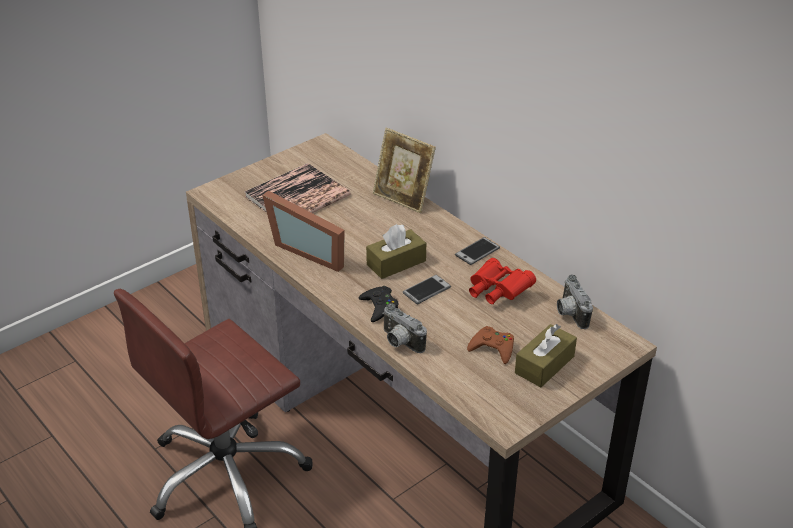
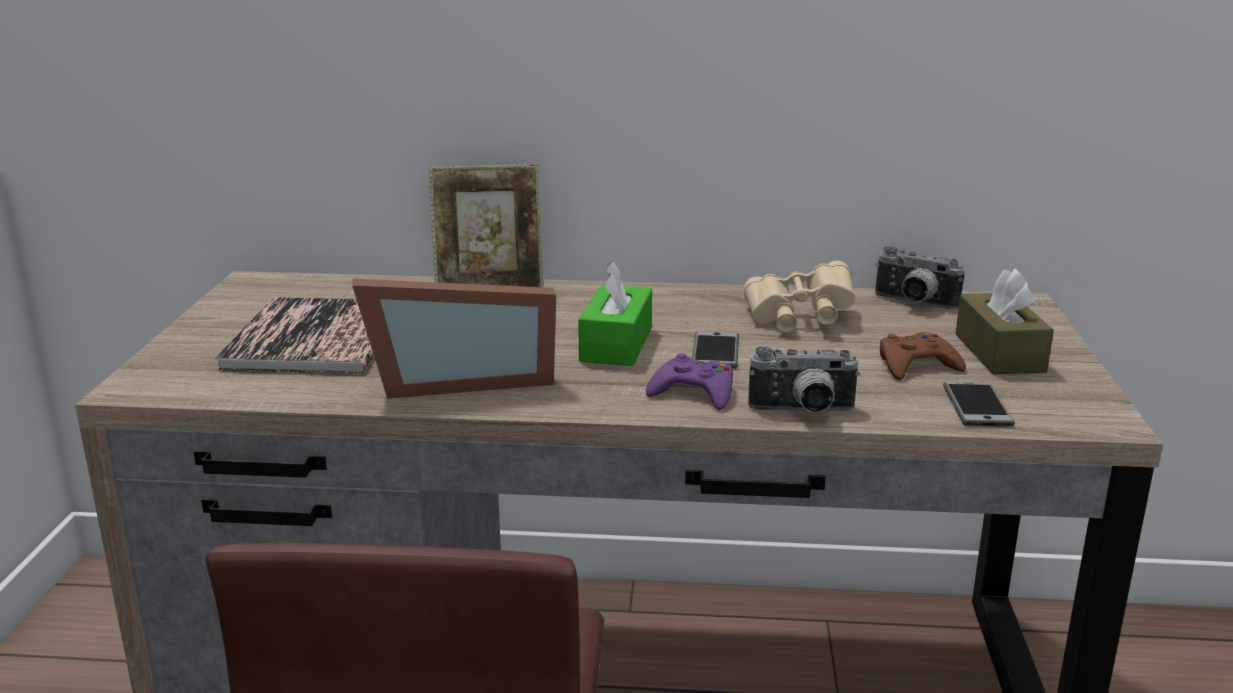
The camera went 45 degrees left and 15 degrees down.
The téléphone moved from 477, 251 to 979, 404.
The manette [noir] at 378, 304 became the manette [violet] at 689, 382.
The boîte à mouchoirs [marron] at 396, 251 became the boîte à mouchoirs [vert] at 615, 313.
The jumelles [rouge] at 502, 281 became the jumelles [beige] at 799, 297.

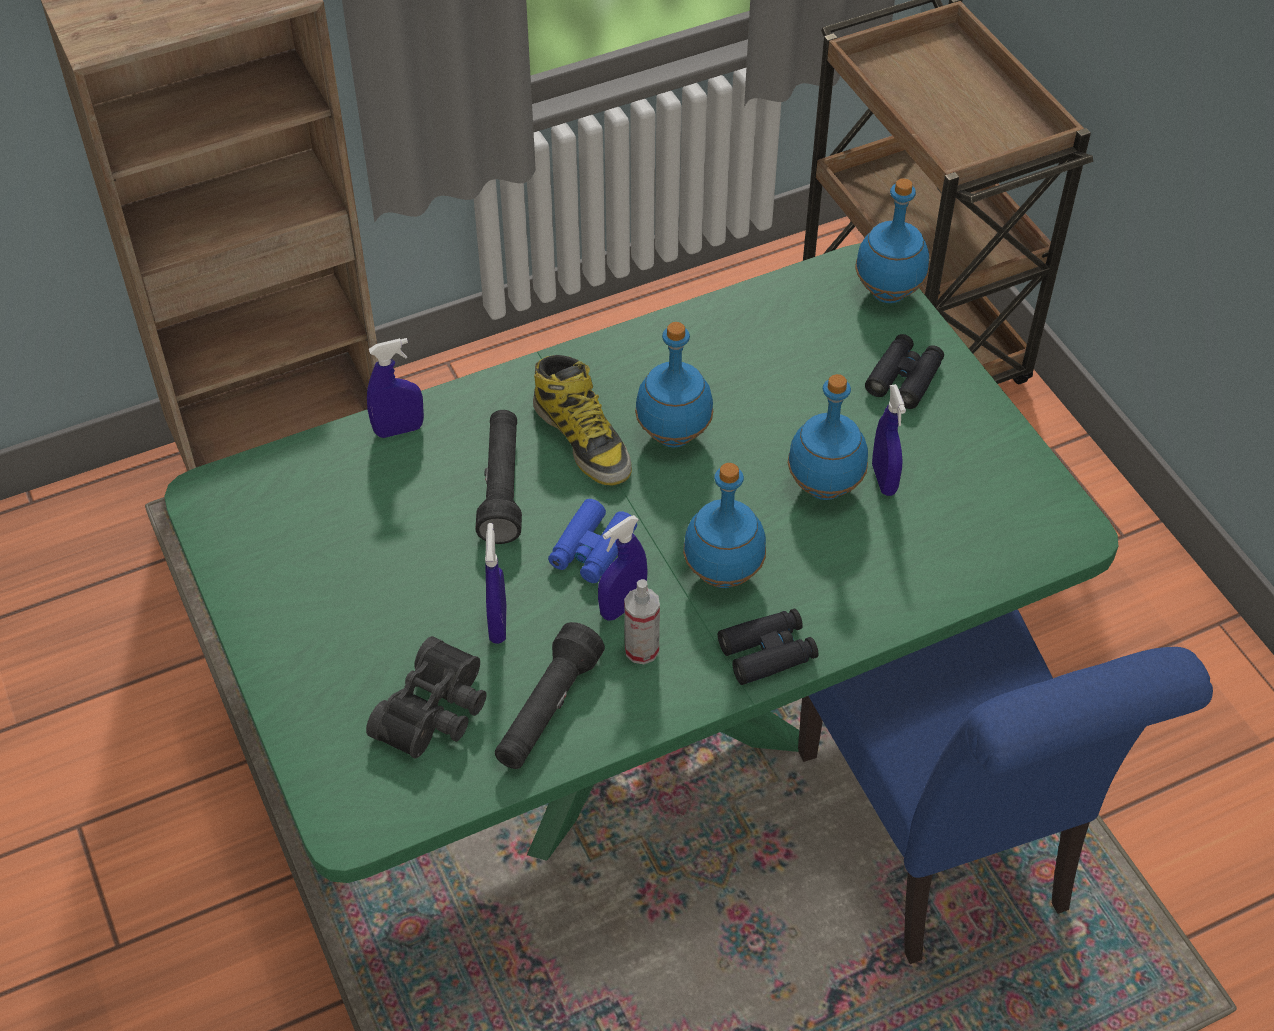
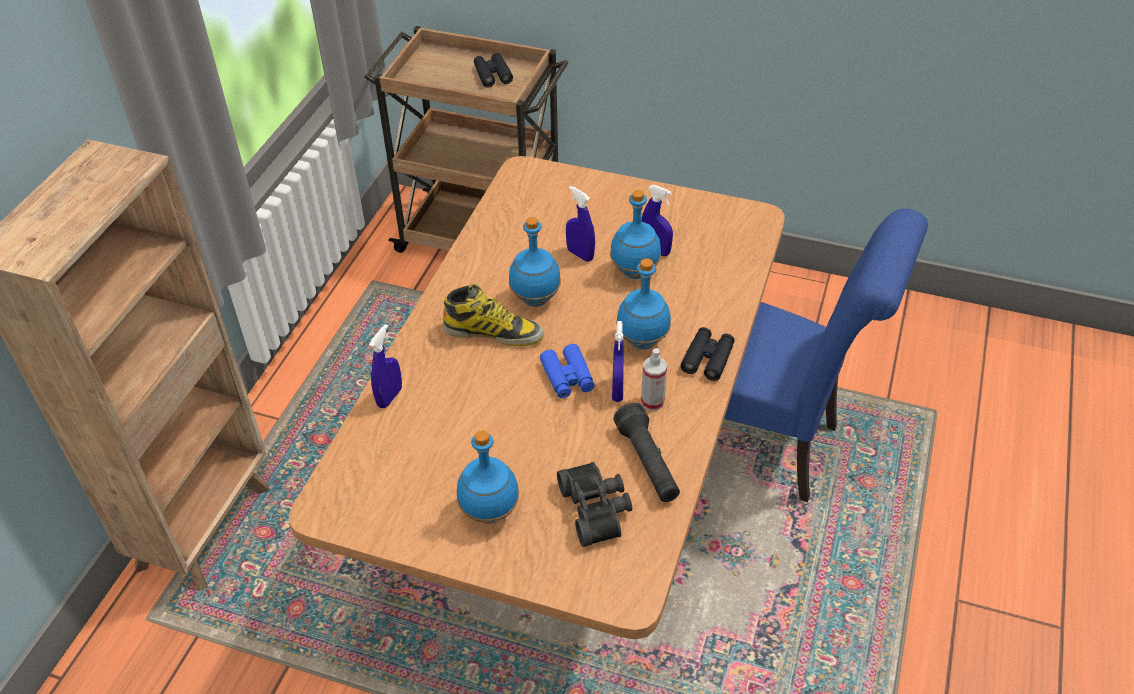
The camera went 45 degrees left and 5 degrees down.
The lampe de poche [noir] at 498, 477 disappeared.
The vaporisateur [bleu] moved from 495, 583 to 580, 224.
The bouteille [bleu] moved from 892, 240 to 488, 477.
The jumelles [noir] moved from 904, 371 to 493, 70.
The table à manger [vert] at 641, 563 became the table à manger [marron] at 537, 397.

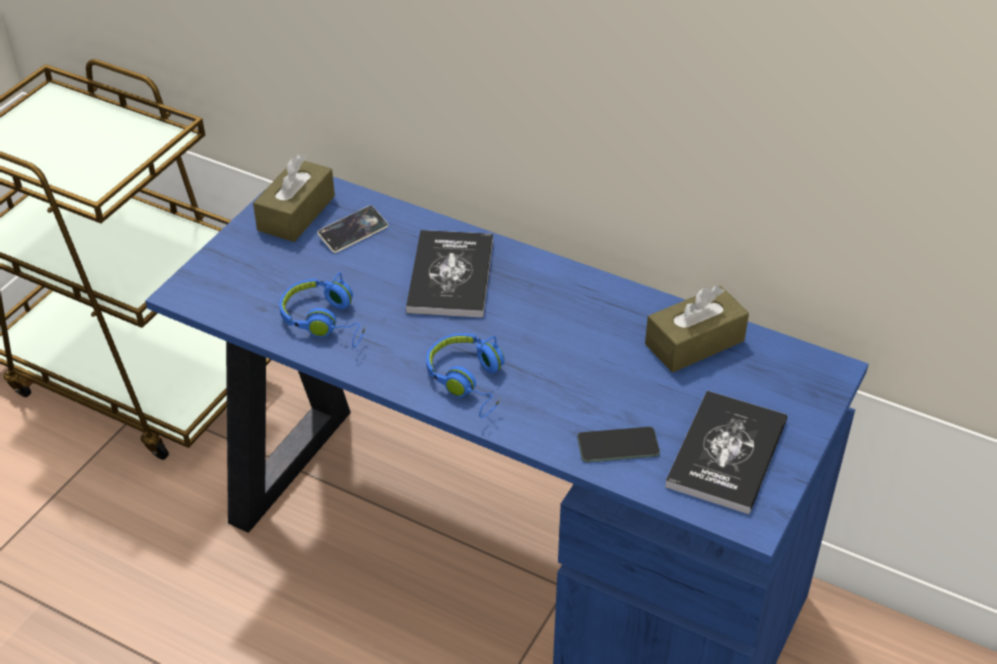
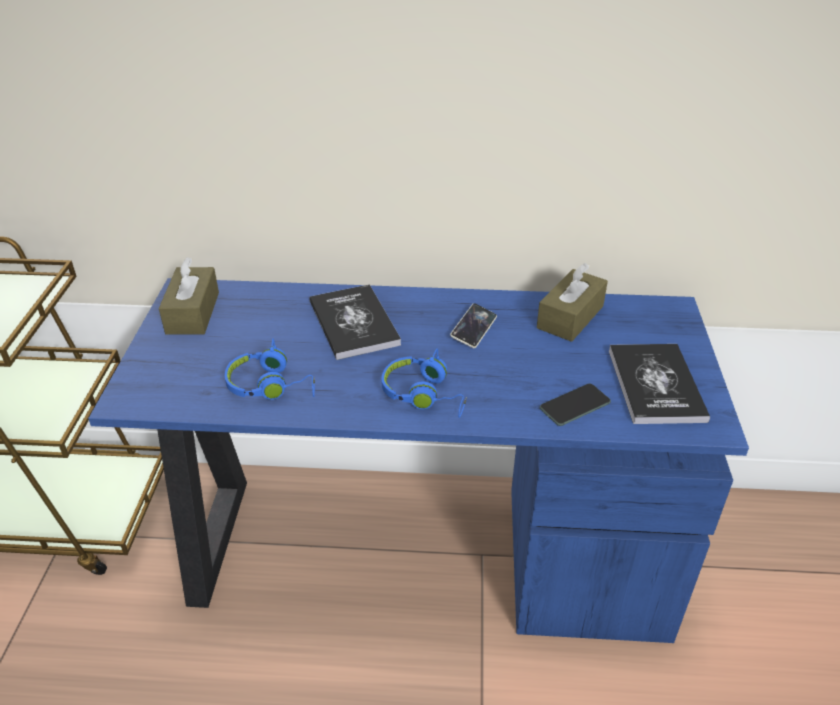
The camera went 25 degrees left and 5 degrees down.
The téléphone moved from 352, 229 to 473, 325.

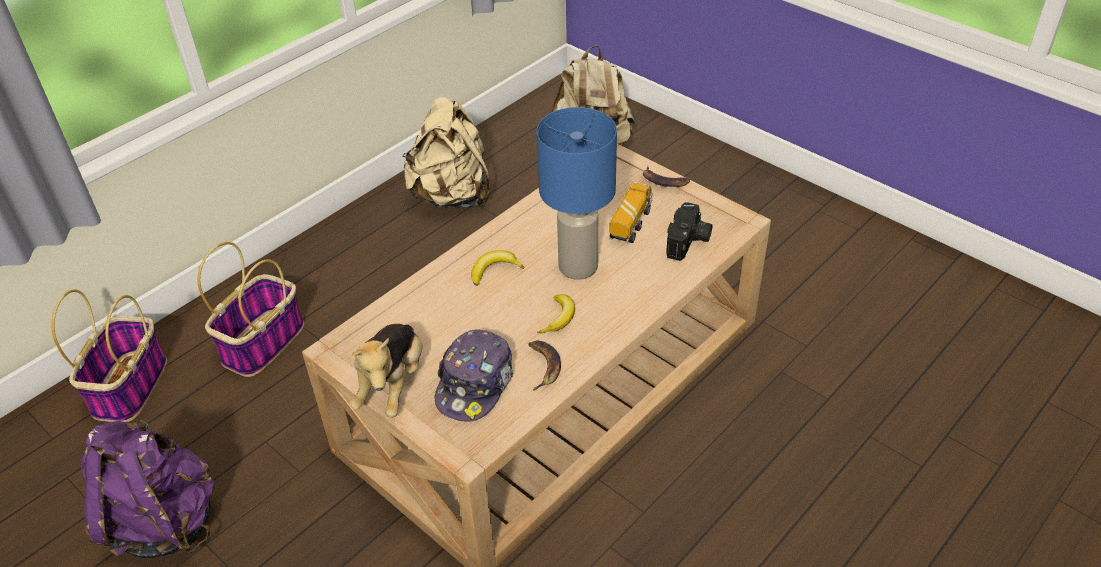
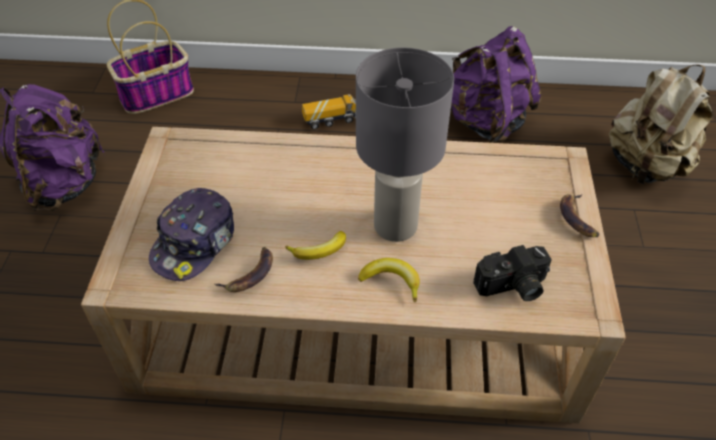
The camera went 50 degrees right and 5 degrees up.
The panier at 250, 309 disappeared.
The peluche at 387, 371 disappeared.
The banane moved from 498, 268 to 389, 280.
The camion jouet moved from 631, 212 to 329, 112.
The sac à dos [beige] at 445, 152 became the sac à dos [violet] at 496, 84.
The lampe de table [bleu] at 577, 193 became the lampe de table [gris] at 405, 144.
The casquette at 474, 376 turned 45 degrees counterclockwise.

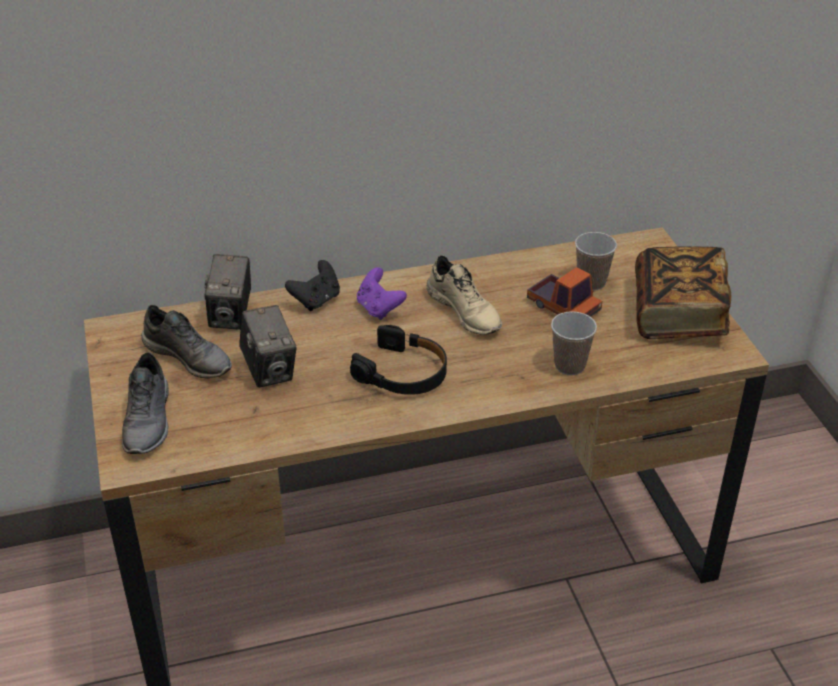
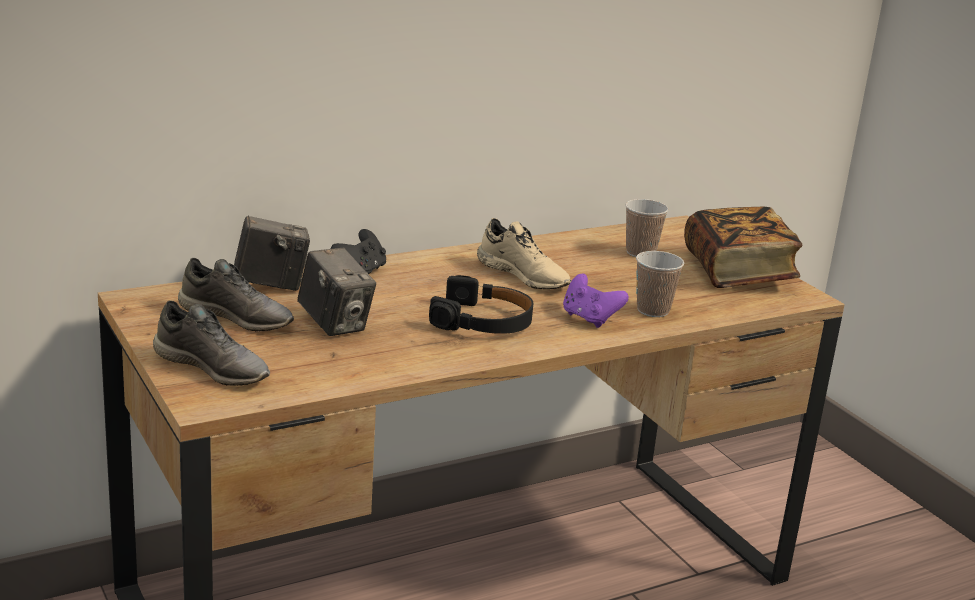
The camera went 15 degrees left and 15 degrees down.
The camion jouet at 564, 292 disappeared.
The manette [violet] moved from 382, 293 to 596, 301.
The chaussure [gris] at 145, 403 turned 45 degrees counterclockwise.
The appareil photo at 227, 292 turned 90 degrees counterclockwise.

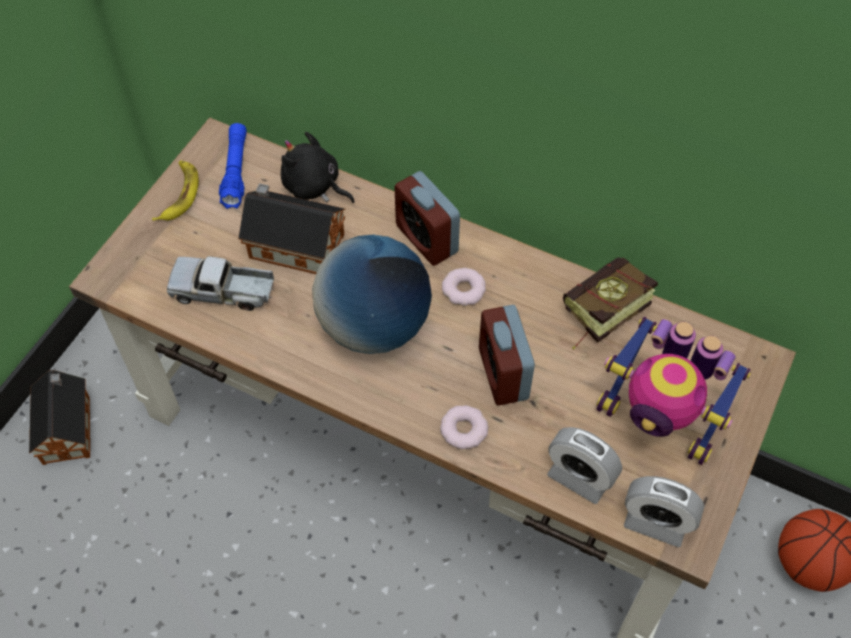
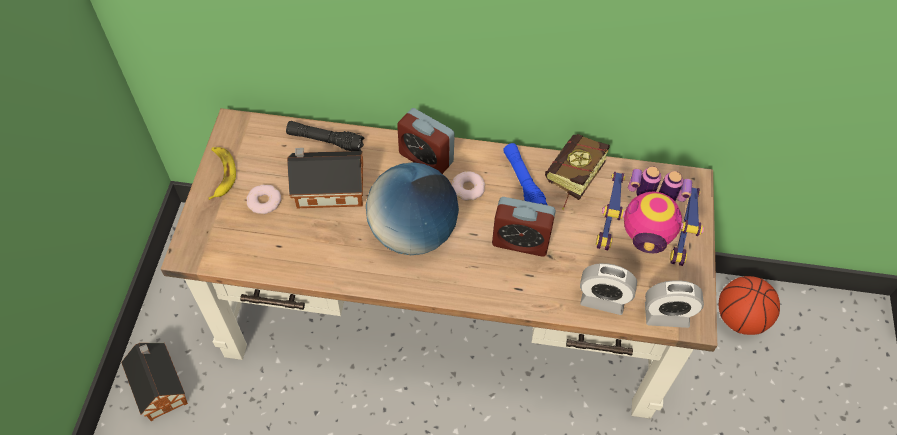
The camera went 20 degrees left and 0 degrees up.
The camion jouet at 220, 283 disappeared.
The lampe de poche [bleu] moved from 233, 166 to 525, 174.
The beignet moved from 464, 427 to 263, 199.
The peluche [noir] at 318, 167 was replaced by the lampe de poche [noir] at 325, 136.
The réveil at 507, 355 turned 45 degrees counterclockwise.

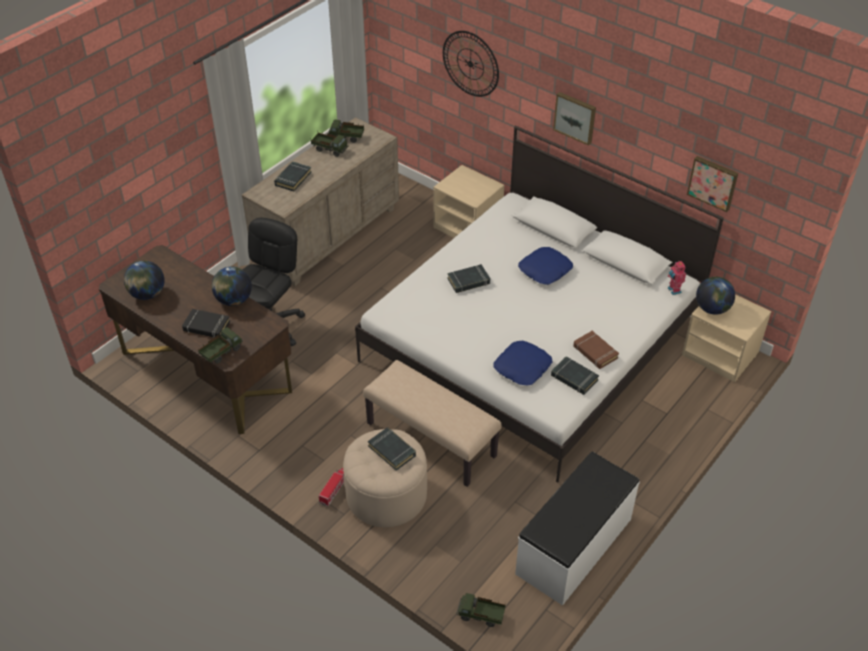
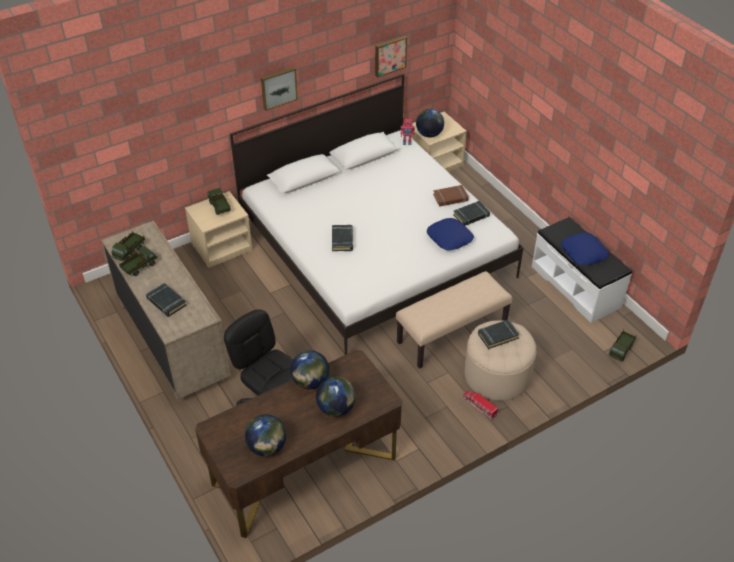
The camera went 70 degrees left and 0 degrees up.
The horloge murale at 471, 64 disappeared.
The camion jouet moved from 220, 345 to 219, 201.
The coussin [bleu] moved from 545, 266 to 585, 249.
The livre [noir] at 206, 323 was replaced by the globe at 336, 396.

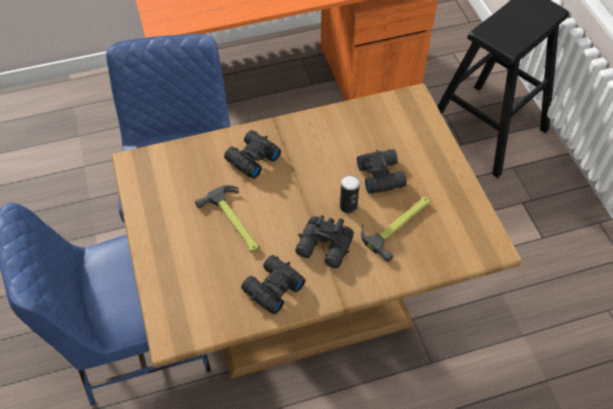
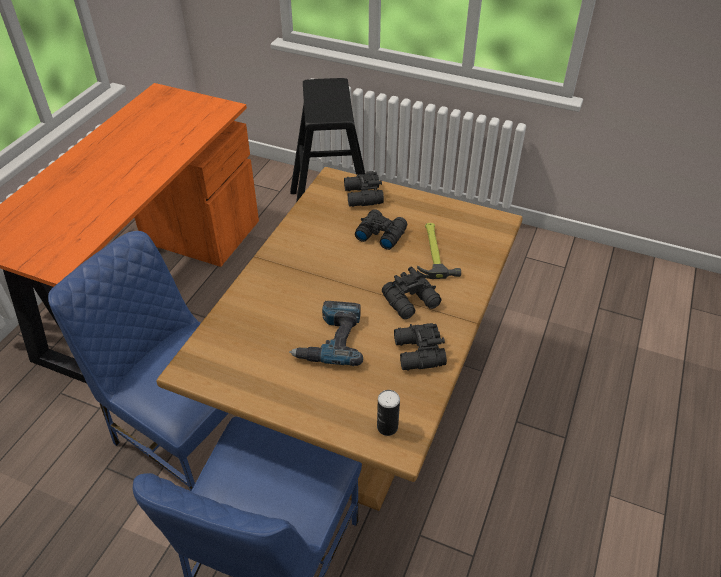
The camera went 50 degrees left and 10 degrees down.
The jumelles [noir] moved from 252, 154 to 364, 189.
The boîte métallique moved from 350, 194 to 388, 413.
The marteau at 227, 219 was replaced by the perceuse at 326, 333.

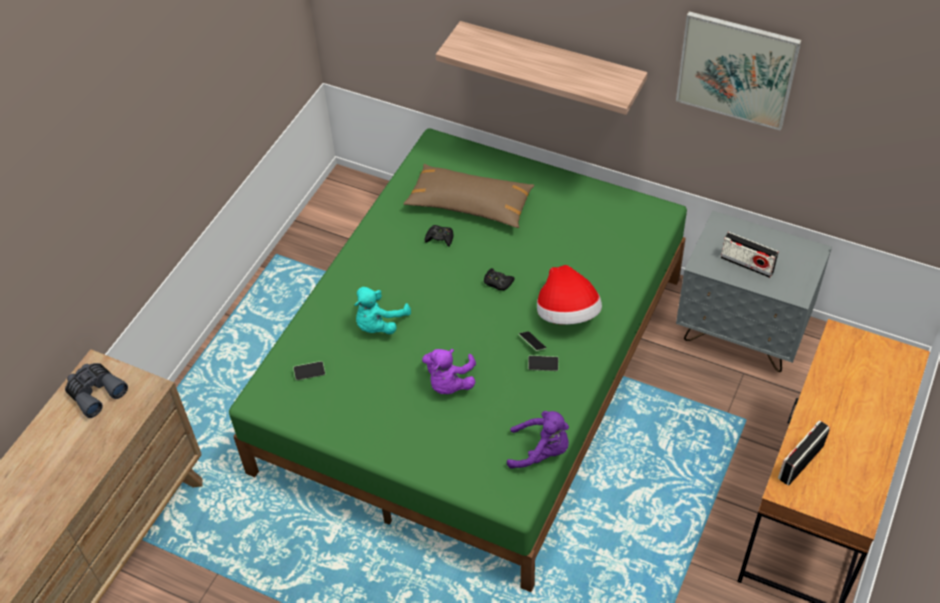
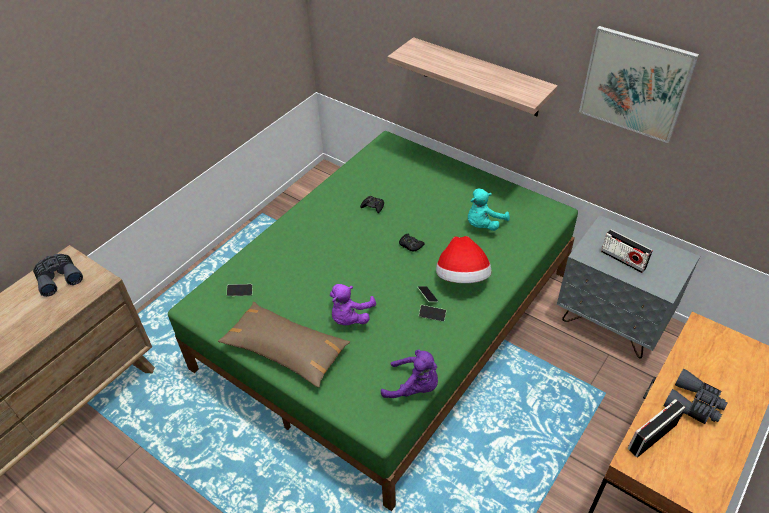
The camera went 10 degrees right and 5 degrees down.
The jumelles [gris] at 696, 396 appeared.
The peluche [turquoise] moved from 383, 310 to 489, 210.
The coussin [marron] moved from 469, 196 to 284, 345.

